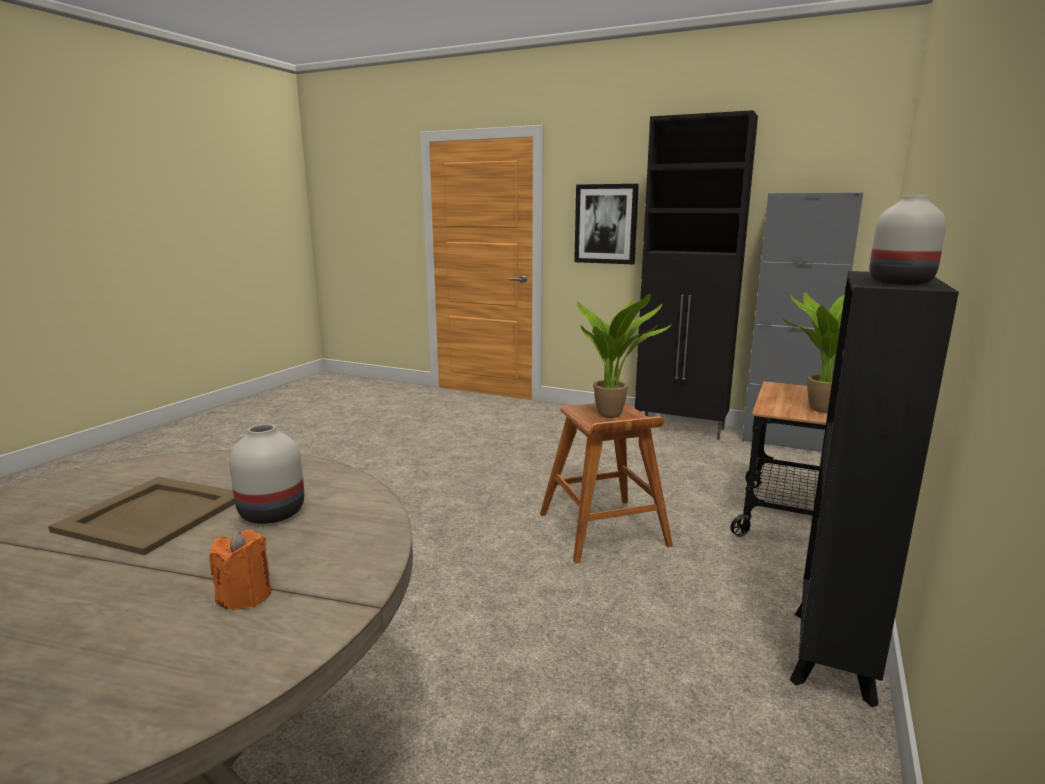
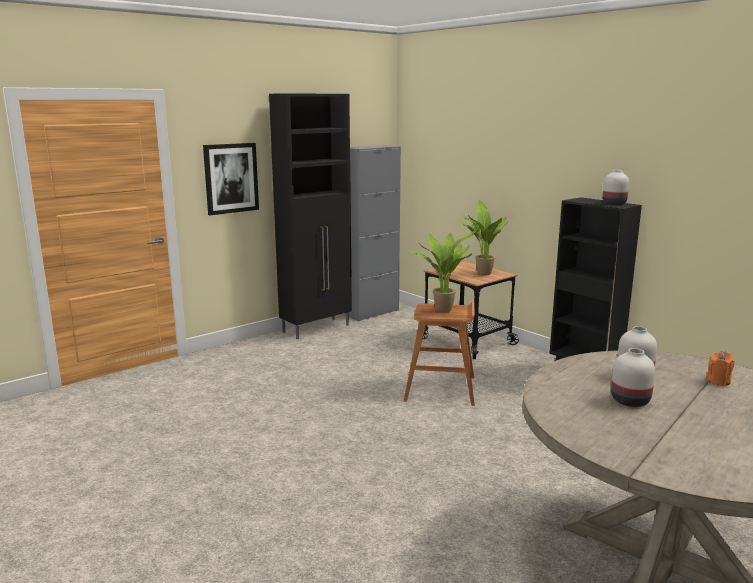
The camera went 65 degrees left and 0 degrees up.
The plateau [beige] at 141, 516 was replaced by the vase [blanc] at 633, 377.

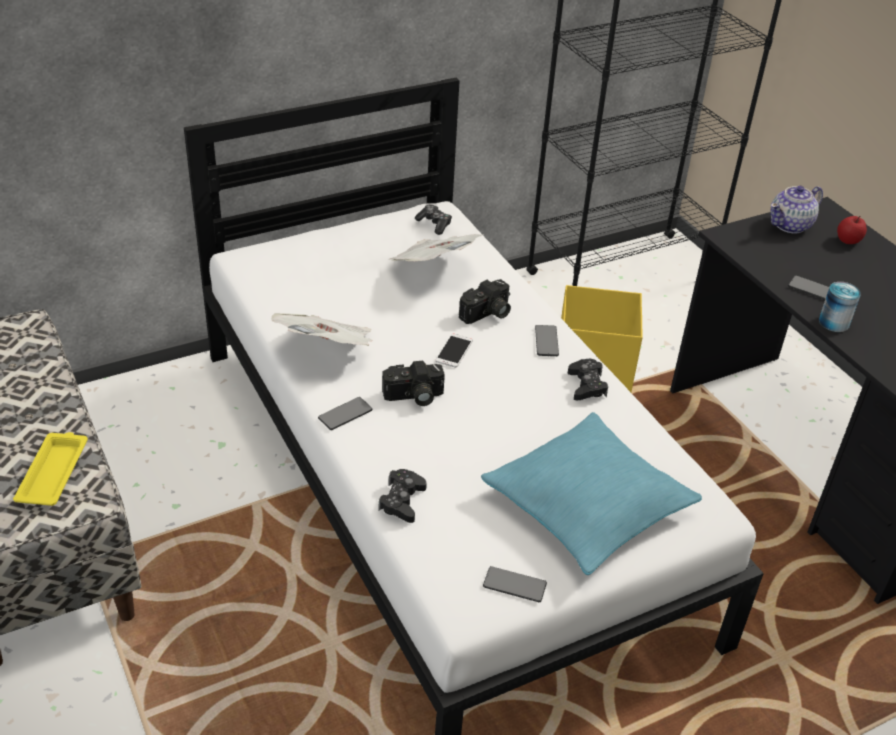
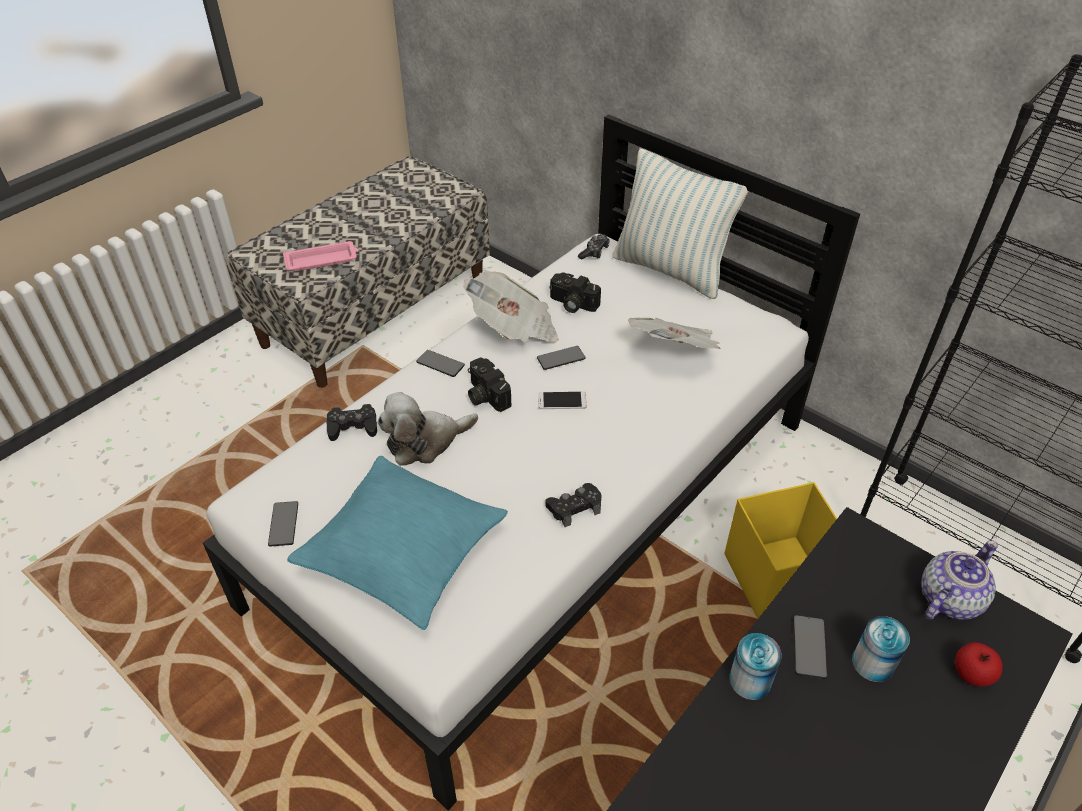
The camera went 70 degrees right and 5 degrees up.
The peluche at 427, 429 appeared.
The coussin at 680, 223 appeared.
The boîte métallique at 881, 649 appeared.
The manette moved from 433, 220 to 594, 246.
The appareil photo moved from 485, 301 to 575, 292.
The téléphone moved from 547, 340 to 561, 358.
The plateau [jaune] at 50, 469 became the plateau [rose] at 320, 256.
The théière at 796, 209 turned 105 degrees clockwise.

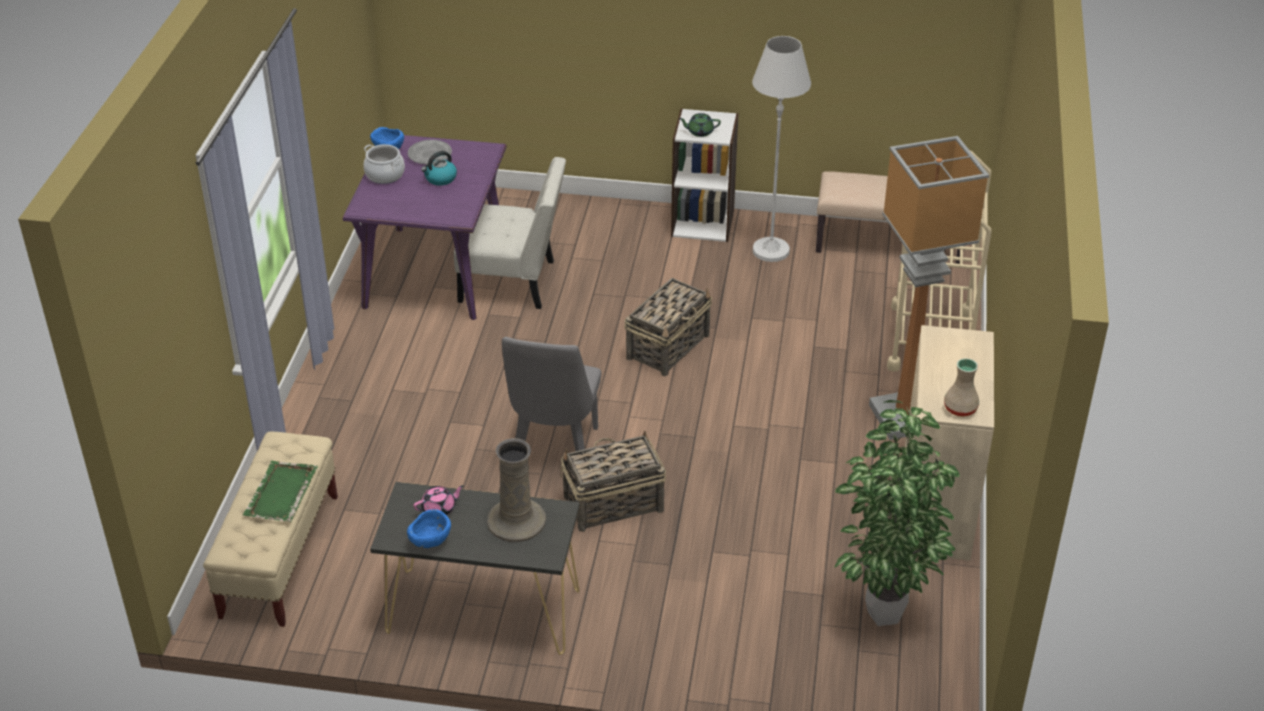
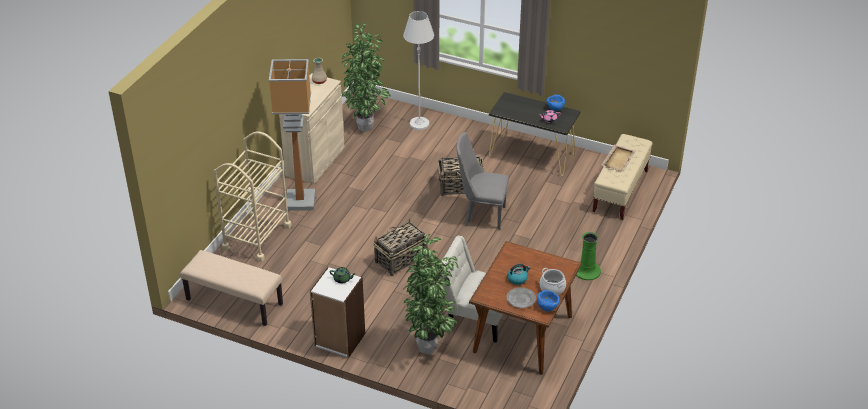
The camera went 165 degrees left and 0 degrees up.
The vase [beige] at 516, 490 disappeared.
The plante en pot at 431, 294 appeared.
The vase [vert] at 588, 256 appeared.
The lampadaire [blanc] moved from 781, 149 to 418, 70.
The plateau [vert] at 280, 491 became the plateau [beige] at 619, 158.
The table à manger [violet] at 424, 227 became the table à manger [marron] at 525, 308.
The chaise [gris] at 551, 394 turned 105 degrees counterclockwise.

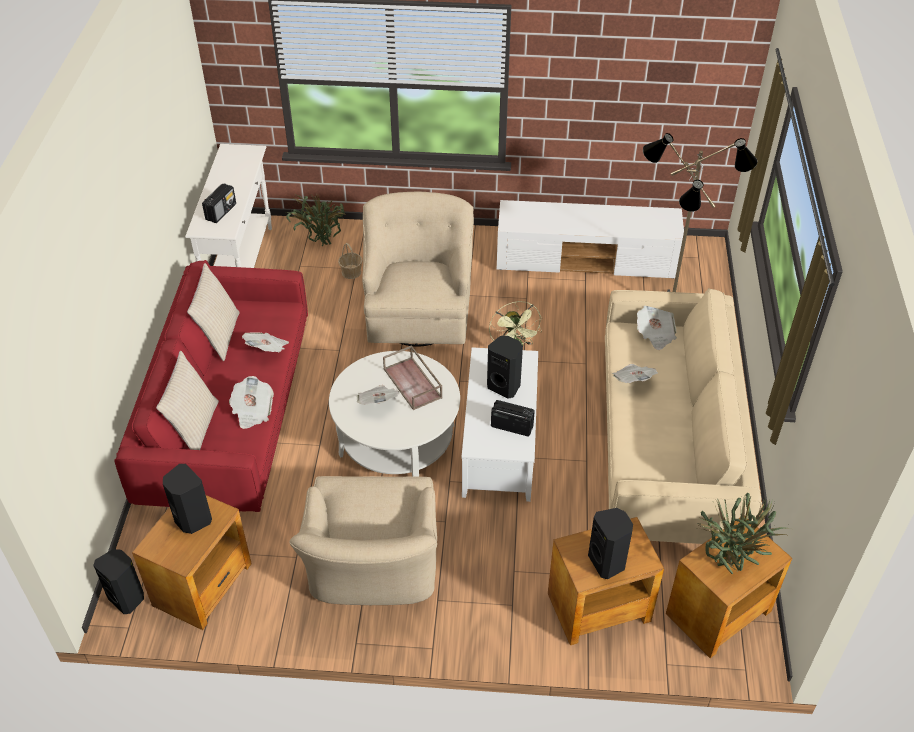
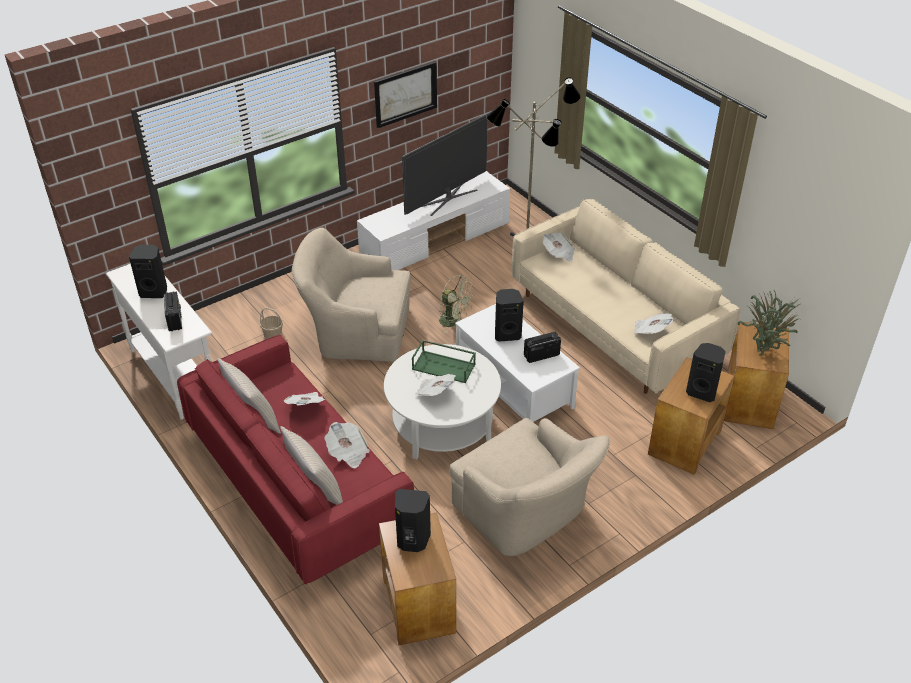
The camera went 40 degrees left and 5 degrees down.
The plante en pot at 316, 219 disappeared.
The tableau at 405, 95 appeared.
The téléviseur at 445, 165 appeared.
The enceinte [noir] moved from 118, 581 to 148, 271.
The journal moved from 635, 373 to 653, 324.
The plateau [marron] at 413, 377 became the plateau [vert] at 444, 361.
The fauteuil [beige] at 418, 269 turned 45 degrees counterclockwise.

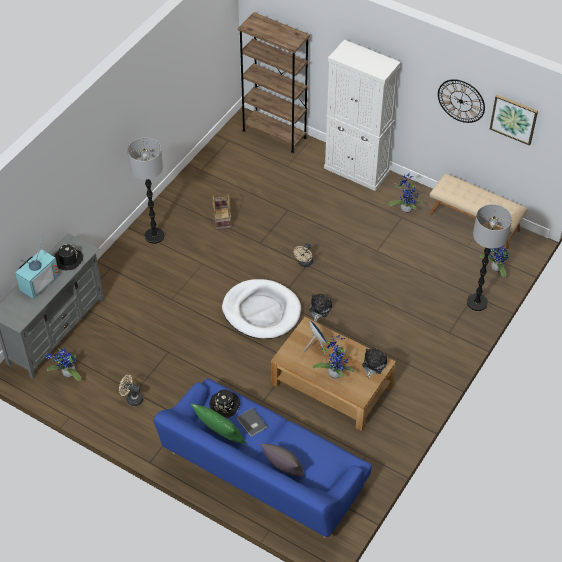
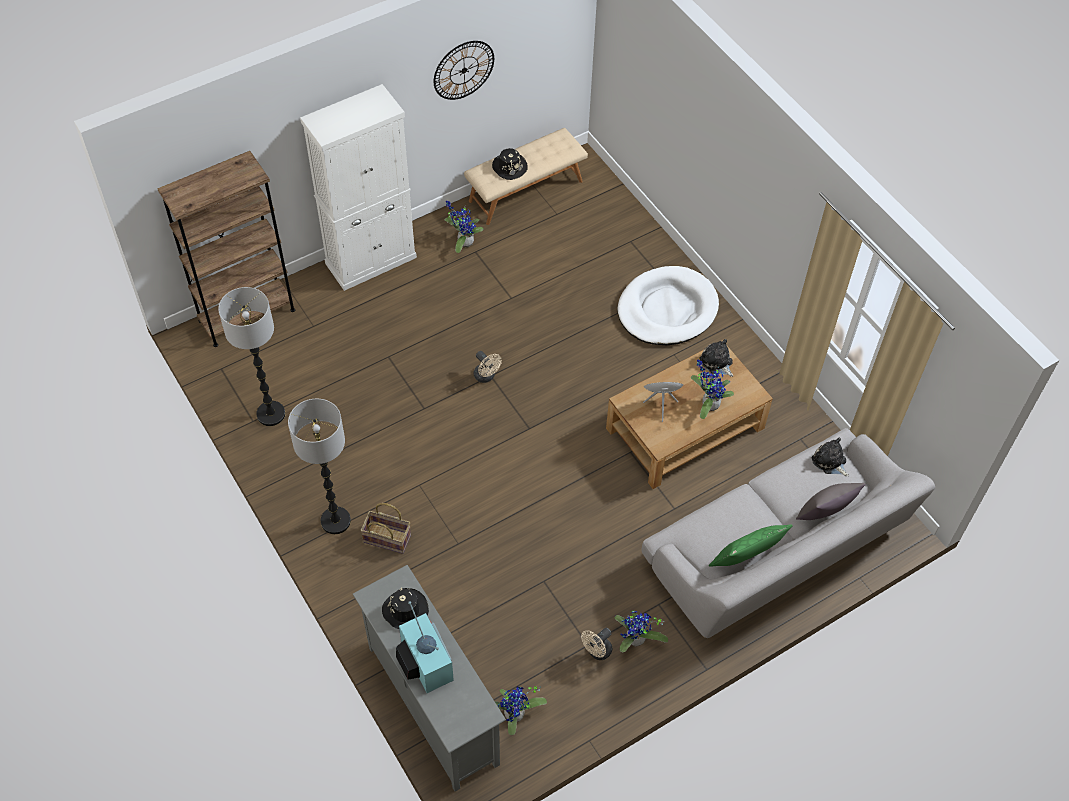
The camera went 65 degrees left and 5 degrees up.
The livre [gris] at 252, 422 disappeared.
The tableau at 514, 120 disappeared.
The chapeau [noir] moved from 224, 404 to 510, 164.
The panier moved from 221, 211 to 386, 528.
The panier pour chien [blanc] moved from 261, 309 to 668, 305.
The peluche moved from 320, 307 to 830, 457.
The lampadaire moved from 489, 257 to 251, 356.
The plante en pot moved from 495, 261 to 641, 631.
The canapé [bleu] at 262, 458 became the canapé [gris] at 788, 533.

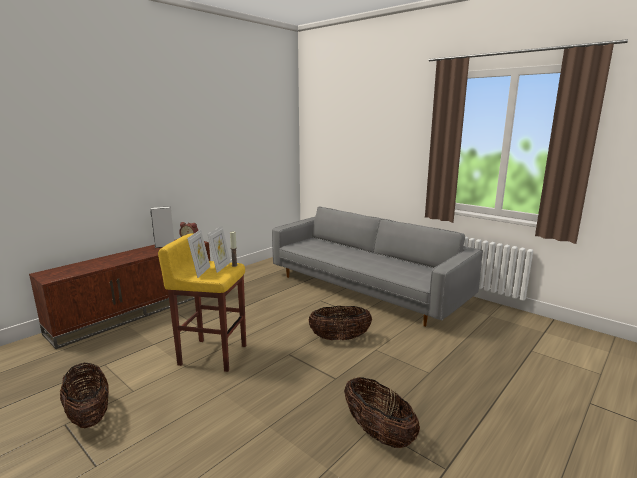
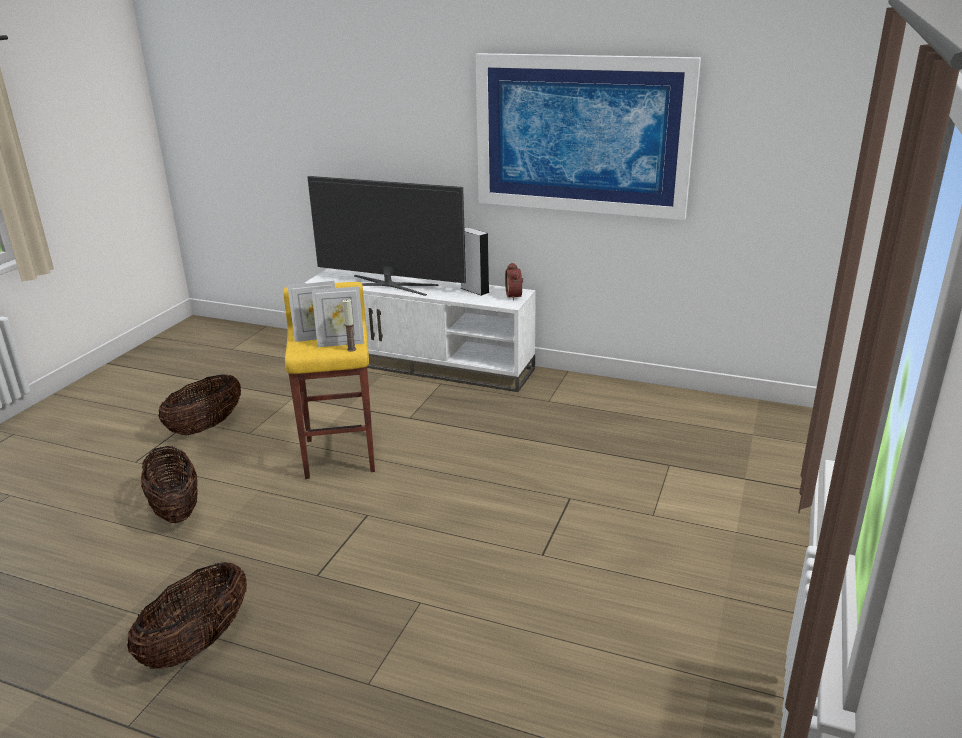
The camera went 70 degrees right and 10 degrees up.
The canapé [gris] at 377, 267 disappeared.
The téléviseur at 386, 236 appeared.
The tableau at 588, 136 appeared.
The panier moved from 340, 323 to 169, 484.
The meuble télé [marron] at 119, 294 became the meuble télé [blanc] at 420, 330.

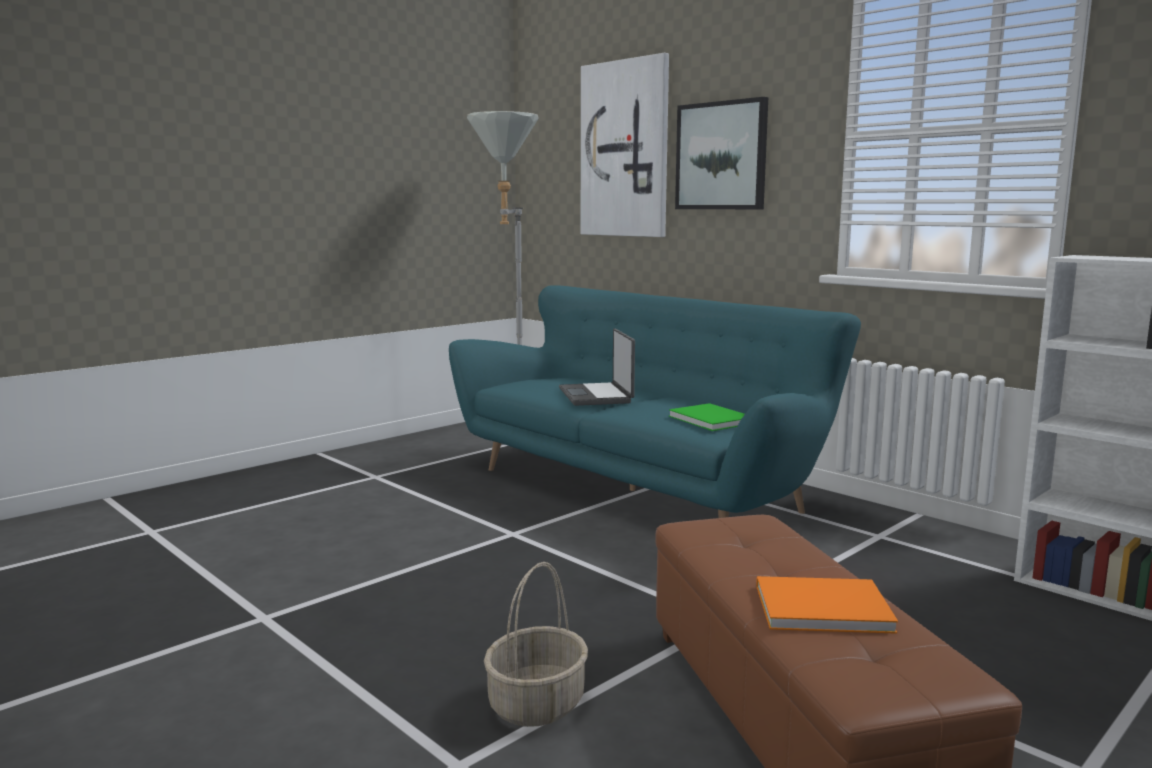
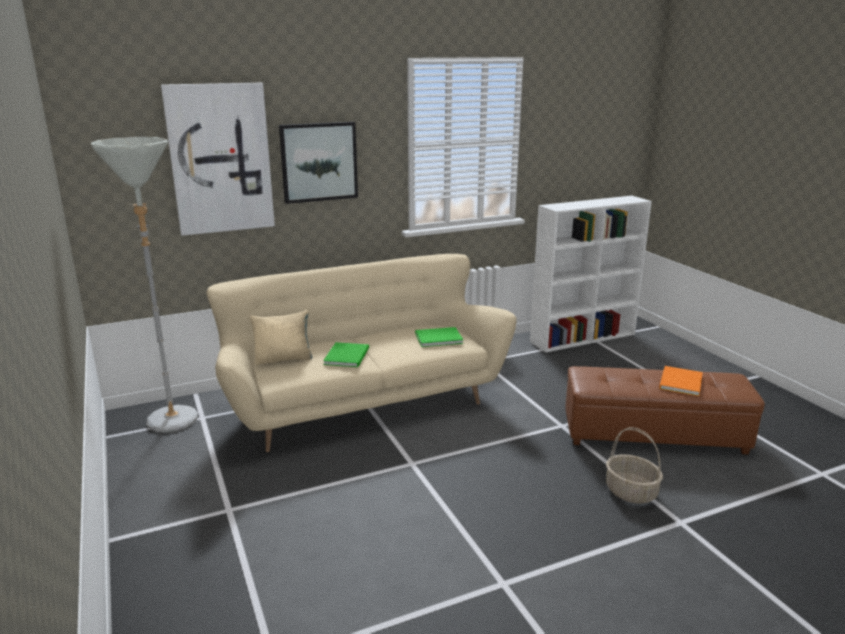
The camera went 70 degrees left and 10 degrees up.
The coussin [beige] at 281, 337 appeared.
The ordinateur portable at 597, 367 was replaced by the livre [vert] at 346, 354.
The canapé [turquoise] at 655, 401 became the canapé [beige] at 361, 353.

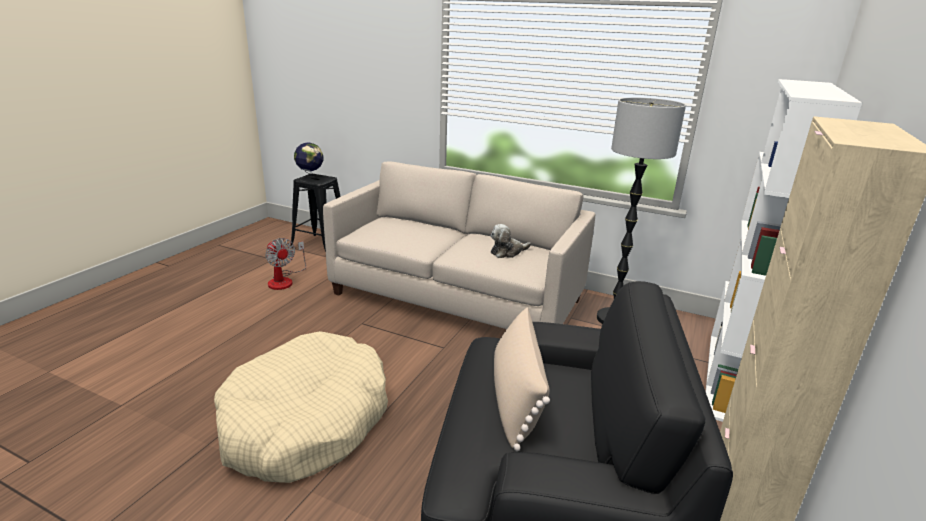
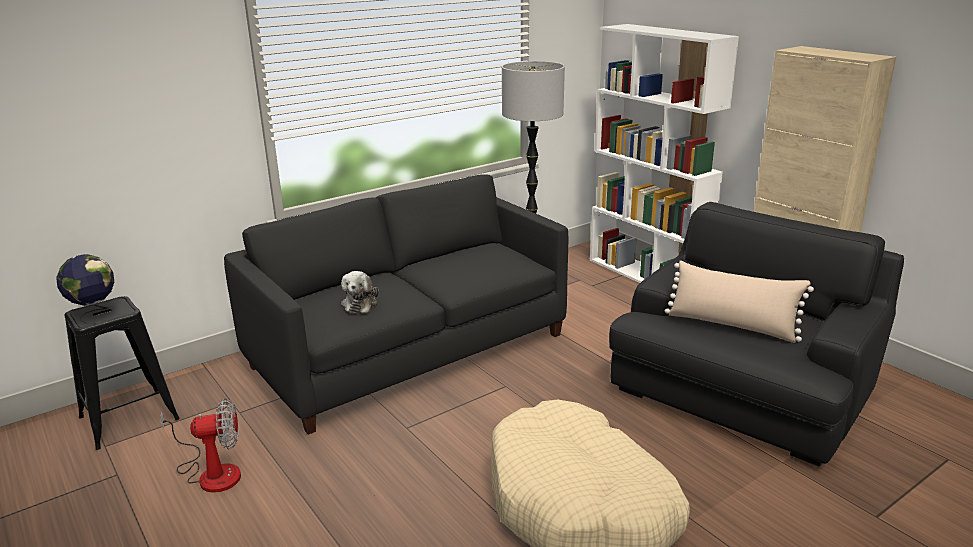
The camera went 60 degrees left and 0 degrees up.
The peluche moved from 511, 241 to 360, 292.
The canapé [beige] at 459, 245 became the canapé [noir] at 396, 304.

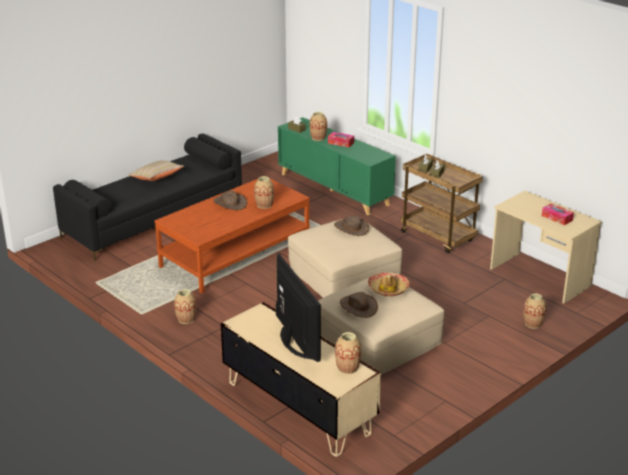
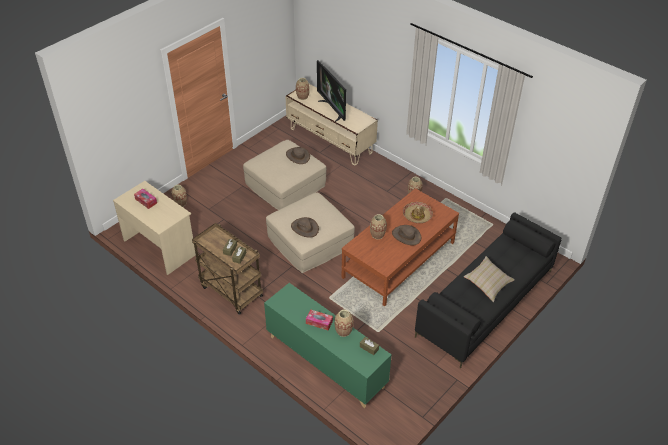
The camera went 175 degrees right and 15 degrees up.
The chapeau moved from 389, 285 to 418, 212.

